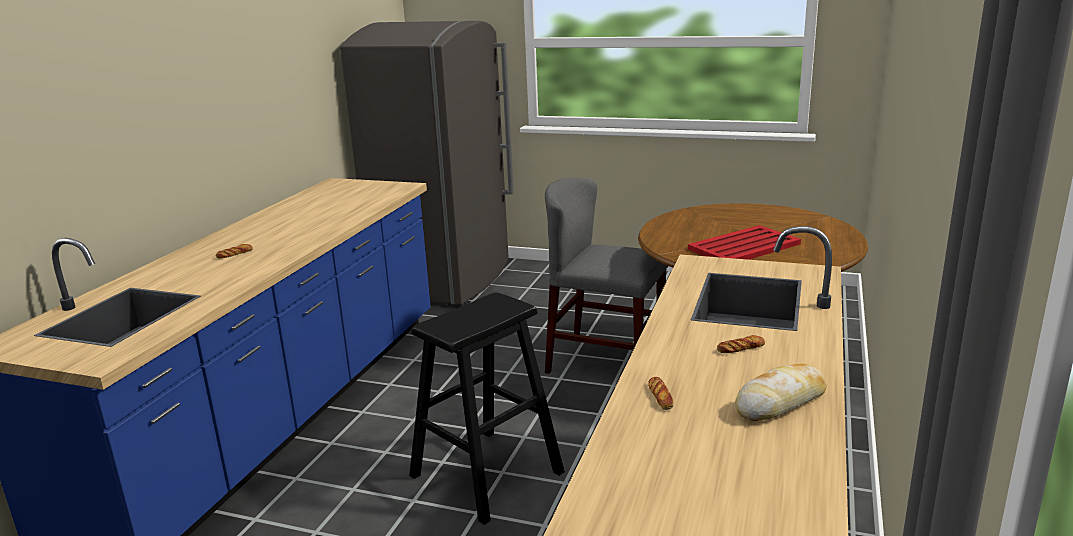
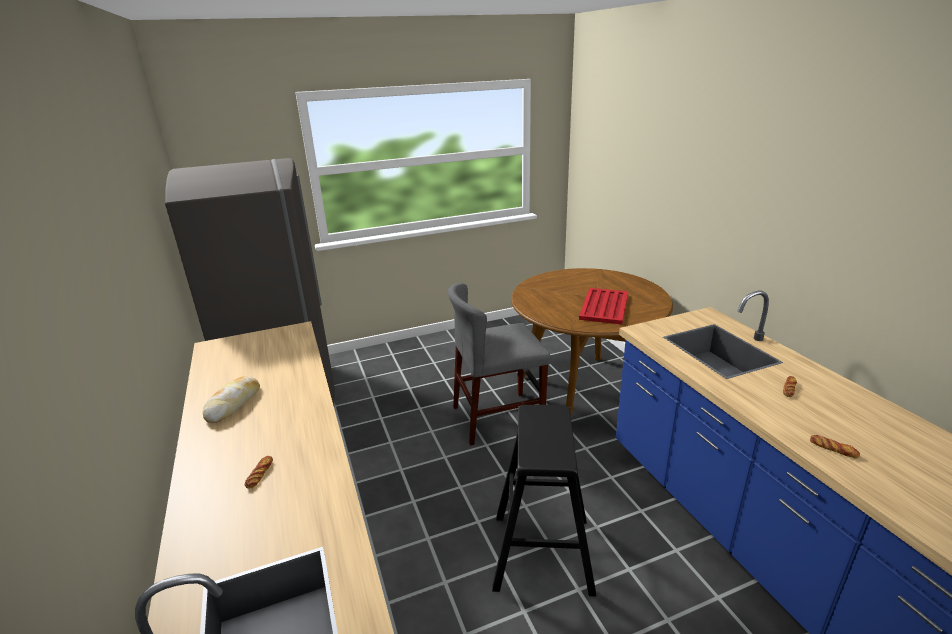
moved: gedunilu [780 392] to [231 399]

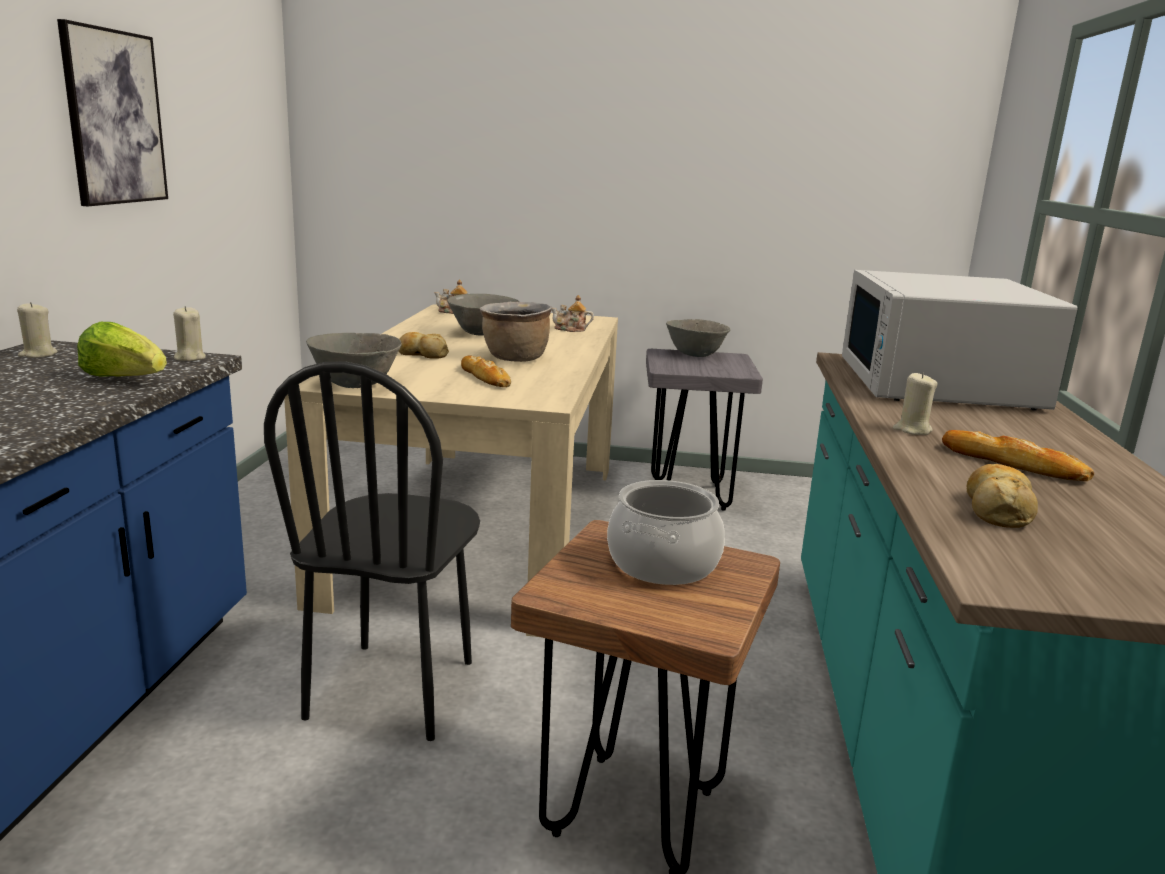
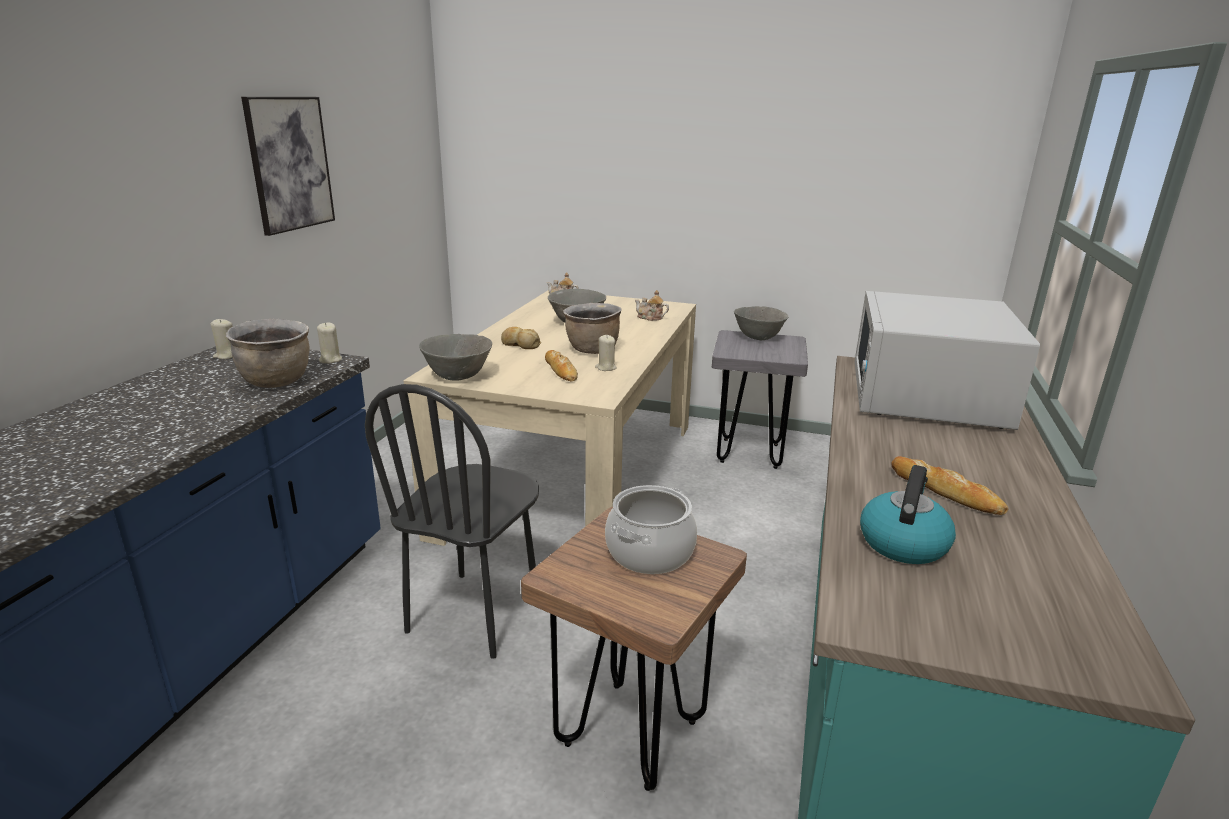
moved: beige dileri [915 403] to [606 353]
replaced: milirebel [122 349] to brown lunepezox [267 353]; gedunilu [1002 496] to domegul [908 514]

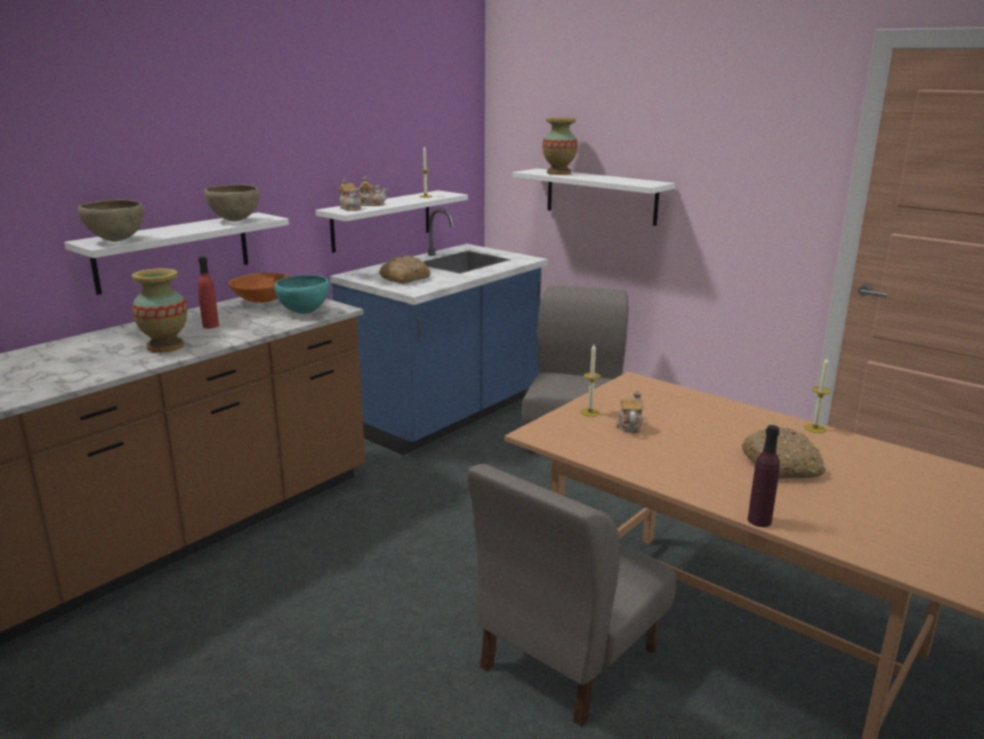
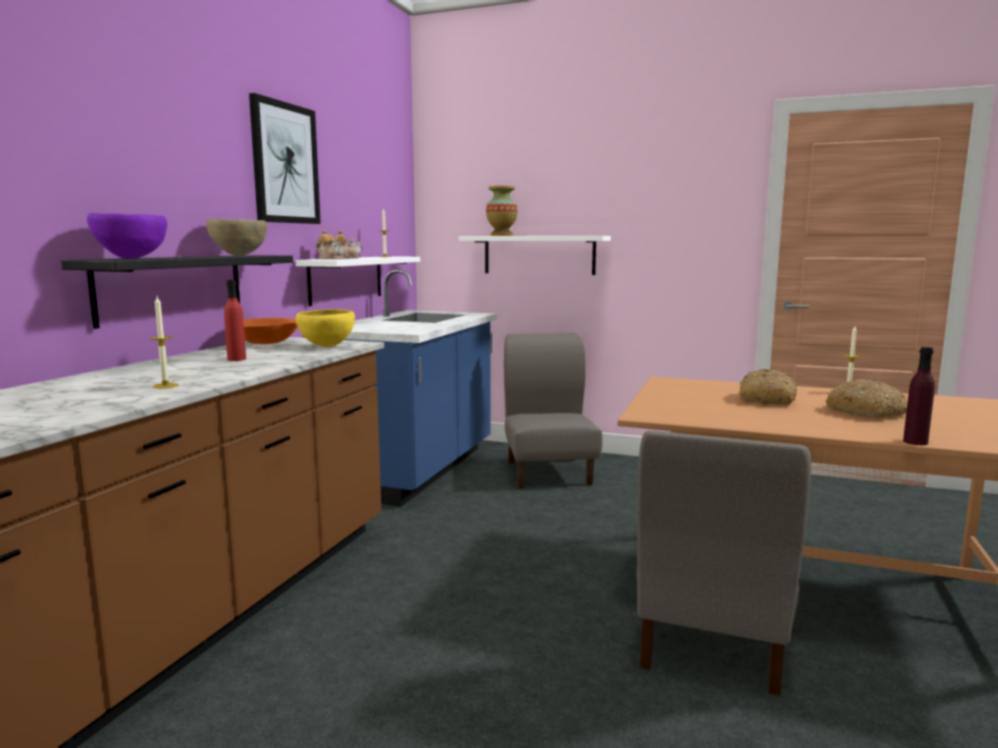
removed: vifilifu [159 310]; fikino [629 412]
added: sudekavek [285 158]
moved: gedunilu [404 270] to [768 387]; dileri [590 381] to [164 343]
recoloured: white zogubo [176 253] to black zogubo [177 292]; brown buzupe [111 220] to purple buzupe [127 236]; turquoise buzupe [302 294] to yellow buzupe [325 328]

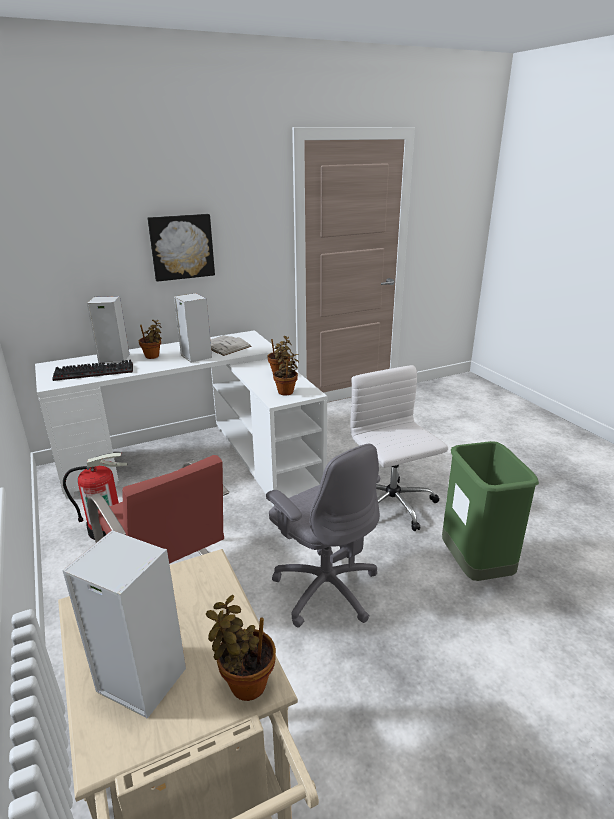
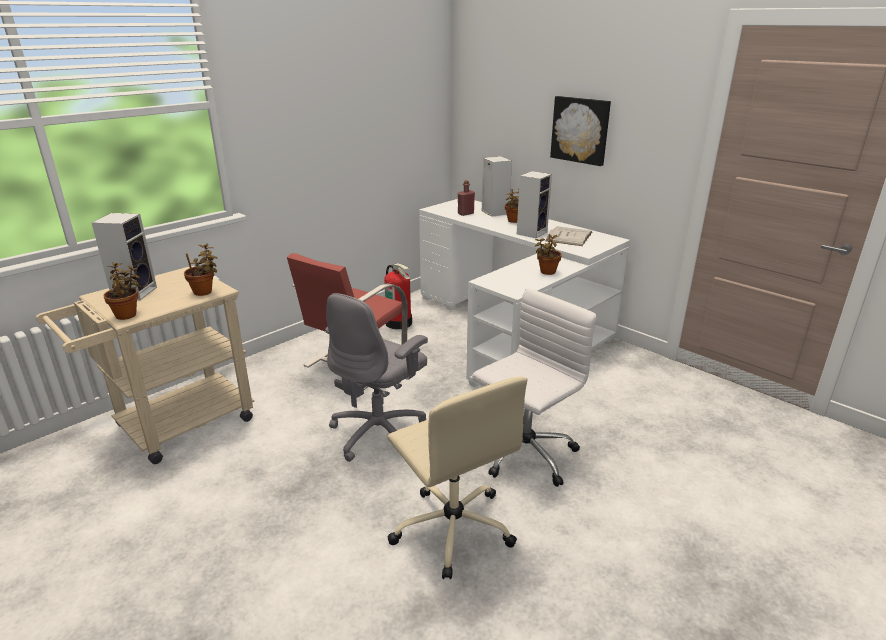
moved: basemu [286 372] to [200 270]
replaced: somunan [92 370] to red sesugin [466 198]; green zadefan [490 511] to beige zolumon [458 478]

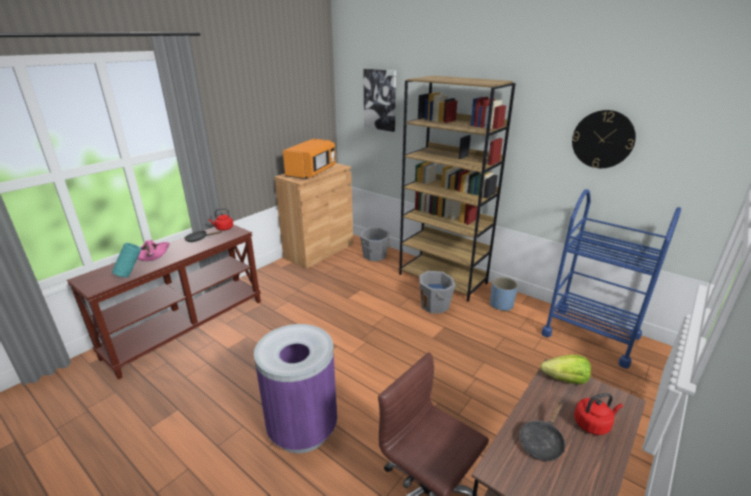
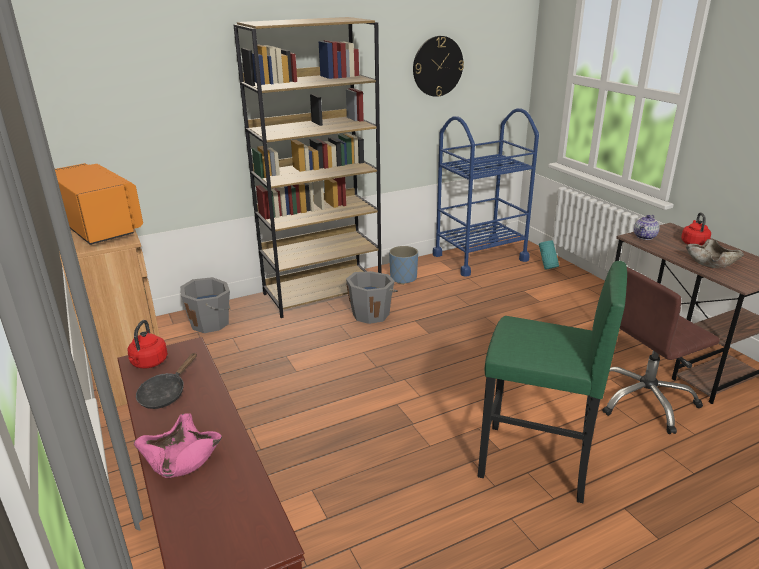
removed: sudekavek [379 100]
moved: turquoise vifilifu [126 260] to [549 255]
replaced: purple zadefan [295 388] to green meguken [552 382]; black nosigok [542 431] to beige buzupe [715 253]; milirebel [565 369] to fikino [647 227]

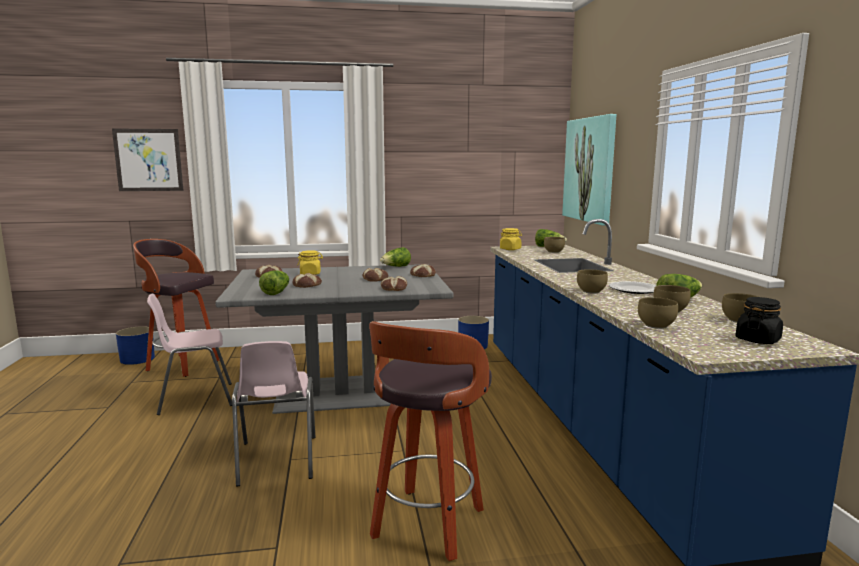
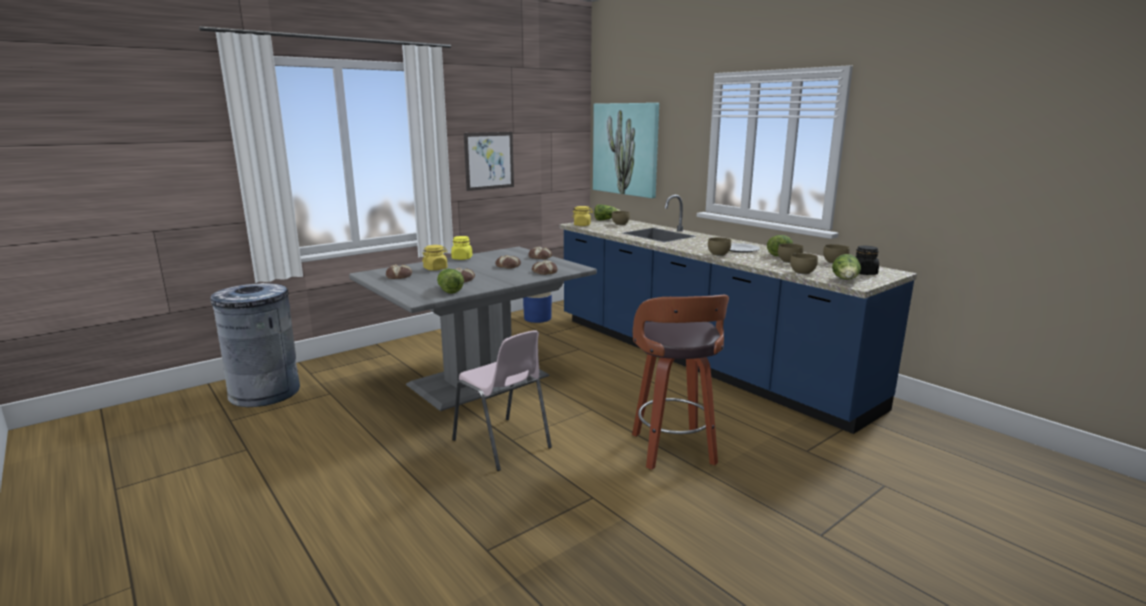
removed: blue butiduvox [135 345]; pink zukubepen [189 354]
added: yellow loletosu [461 248]
moved: sudekavek [148 159] to [489 161]; milirebel [395 257] to [846 267]
replaced: meguken [176 308] to grey zadefan [255 345]

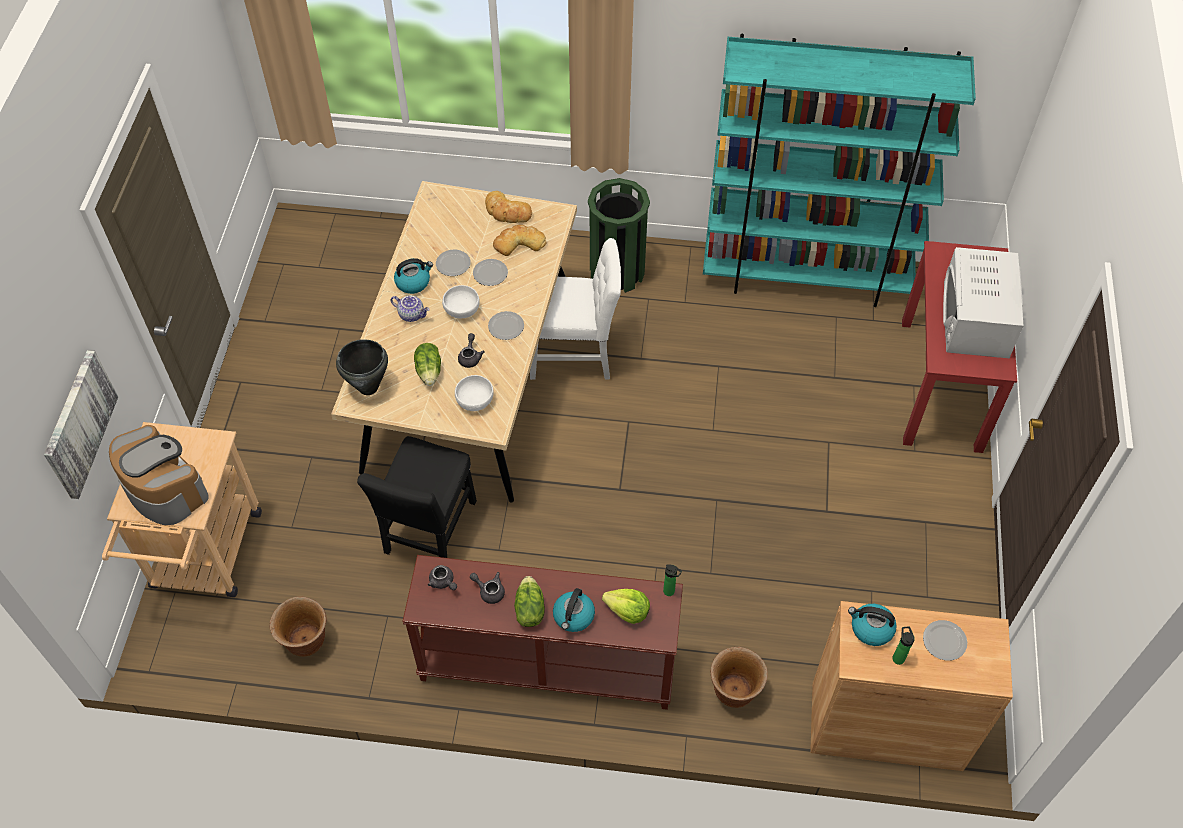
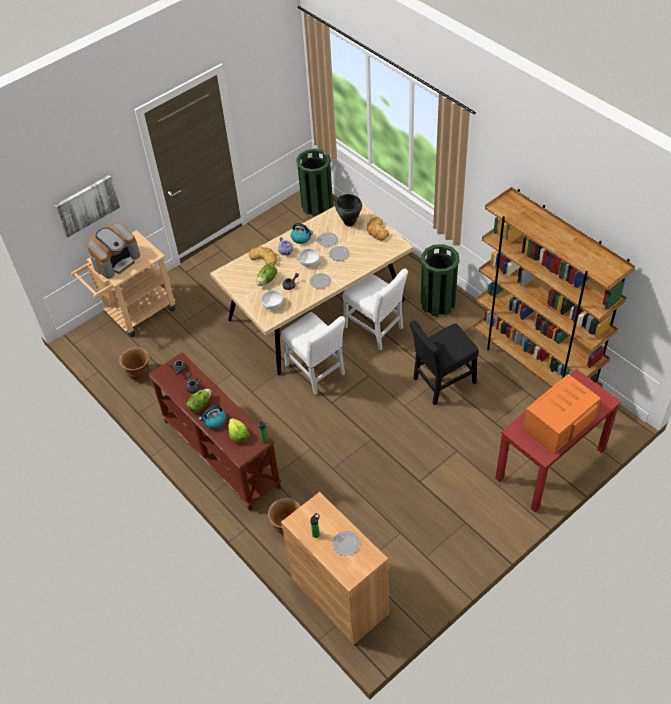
removed: domegul [872 625]
added: white zukubepen [313 353]; green zadefan [314 183]
moved: black lunepezox [362 367] to [348 210]; black zukubepen [417 497] to [444 363]; gedunilu [519 240] to [263 256]
recoloured: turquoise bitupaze [839 170] to brown bitupaze [554 287]; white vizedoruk [983 302] to orange vizedoruk [562 414]
turned: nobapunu [159 475] = [113 251] 45 degrees clockwise

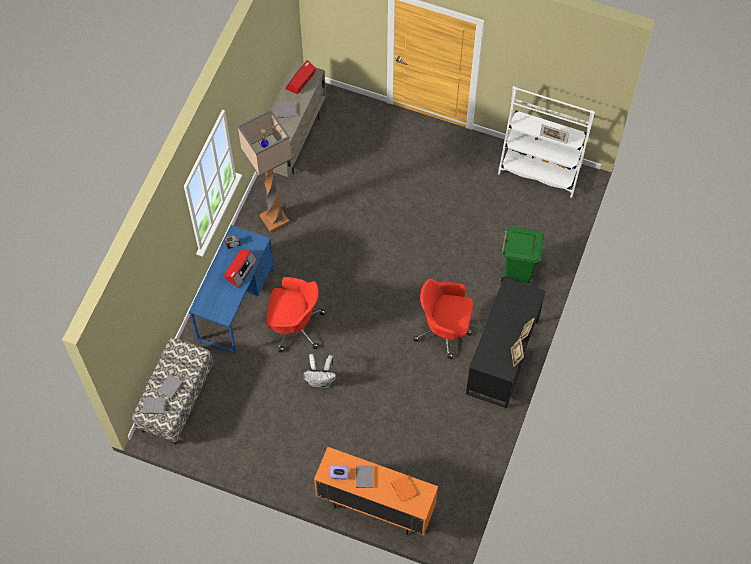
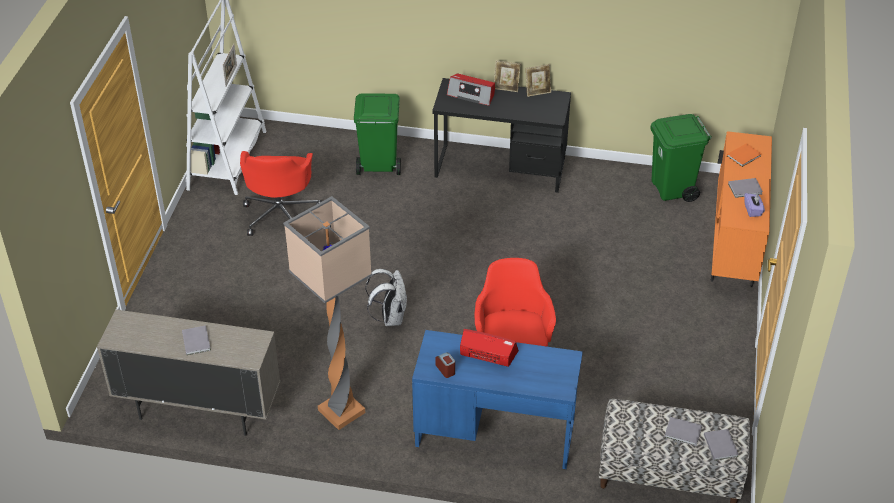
added: green zadefan [681 158]
moved: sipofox [300 77] to [471 89]; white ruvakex [320 371] to [386 297]; red zolumon [443 319] to [281 193]

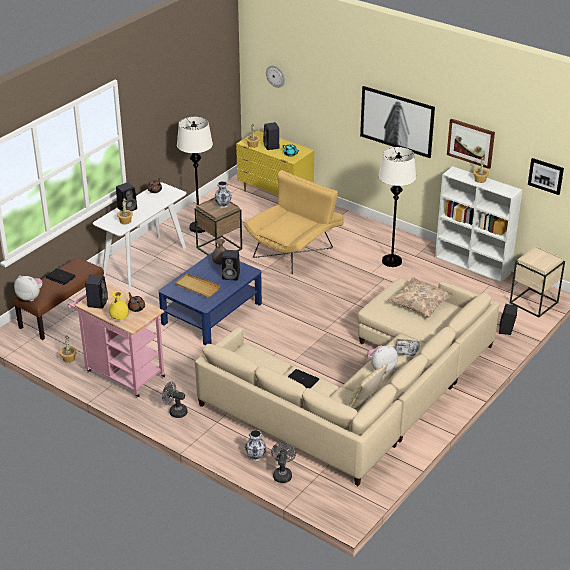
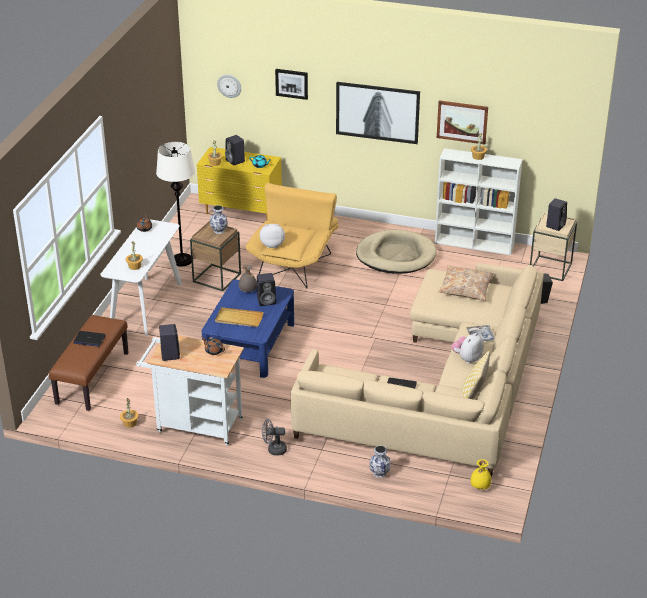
removed: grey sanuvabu [283 462]
moved: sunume [28 288] to [272 236]; yellow vifilifu [119 305] to [481 474]; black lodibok [126 196] to [556 214]; sudekavek [546 176] to [291 84]
replaced: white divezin [397 207] to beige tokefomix [396 252]
recoloured: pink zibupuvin [116 341] to white zibupuvin [190 391]

